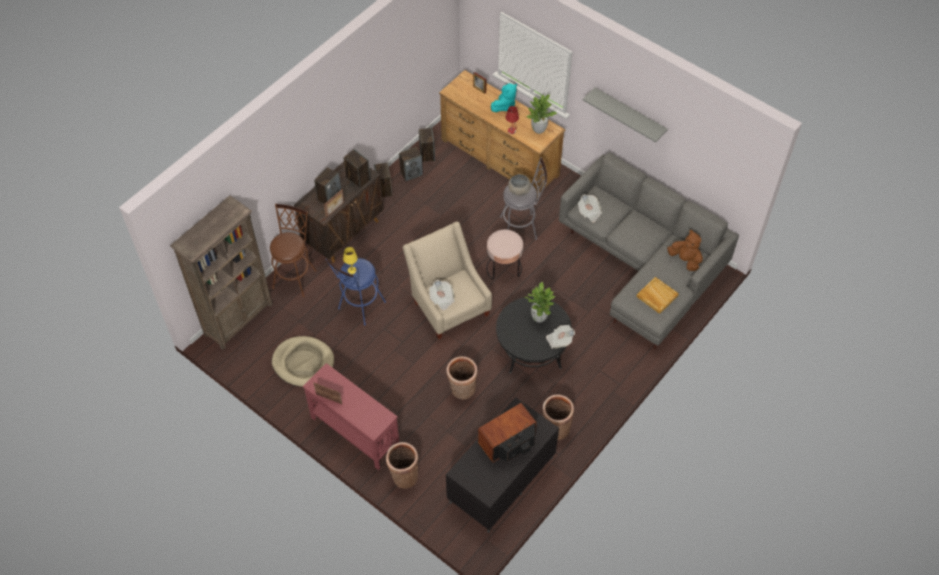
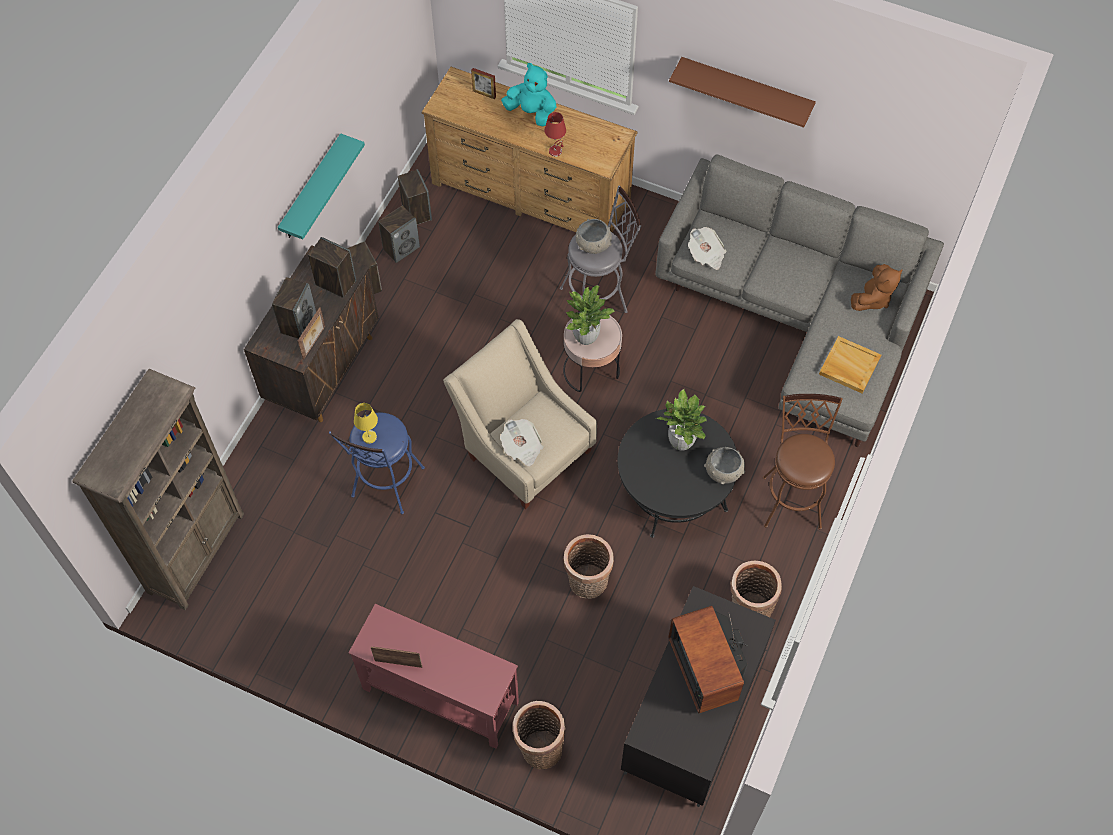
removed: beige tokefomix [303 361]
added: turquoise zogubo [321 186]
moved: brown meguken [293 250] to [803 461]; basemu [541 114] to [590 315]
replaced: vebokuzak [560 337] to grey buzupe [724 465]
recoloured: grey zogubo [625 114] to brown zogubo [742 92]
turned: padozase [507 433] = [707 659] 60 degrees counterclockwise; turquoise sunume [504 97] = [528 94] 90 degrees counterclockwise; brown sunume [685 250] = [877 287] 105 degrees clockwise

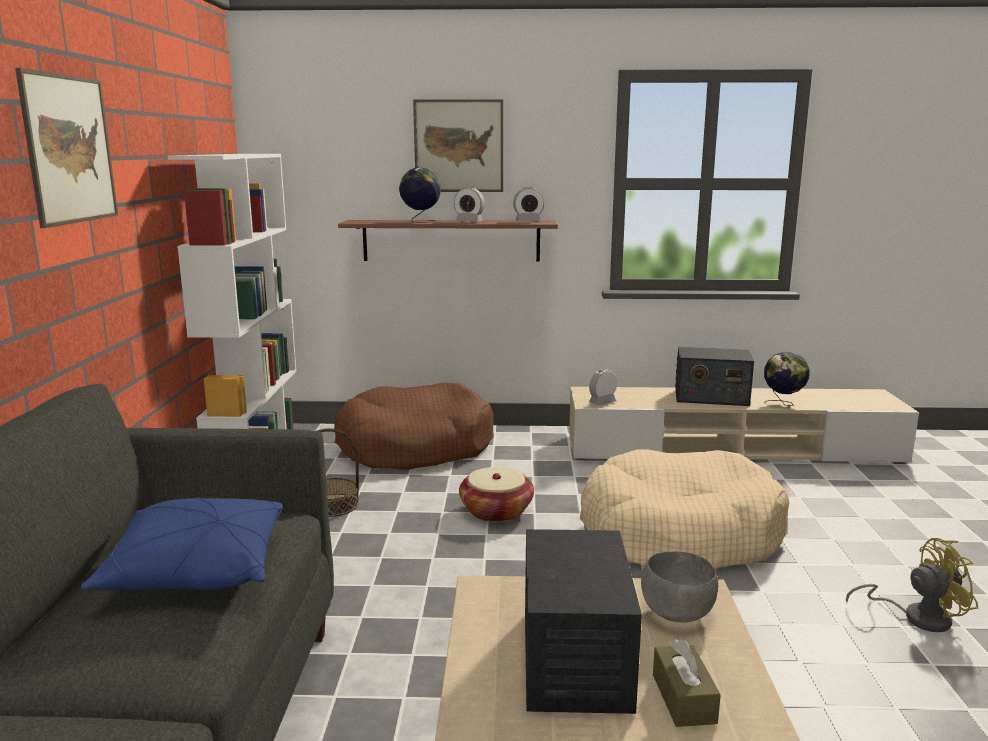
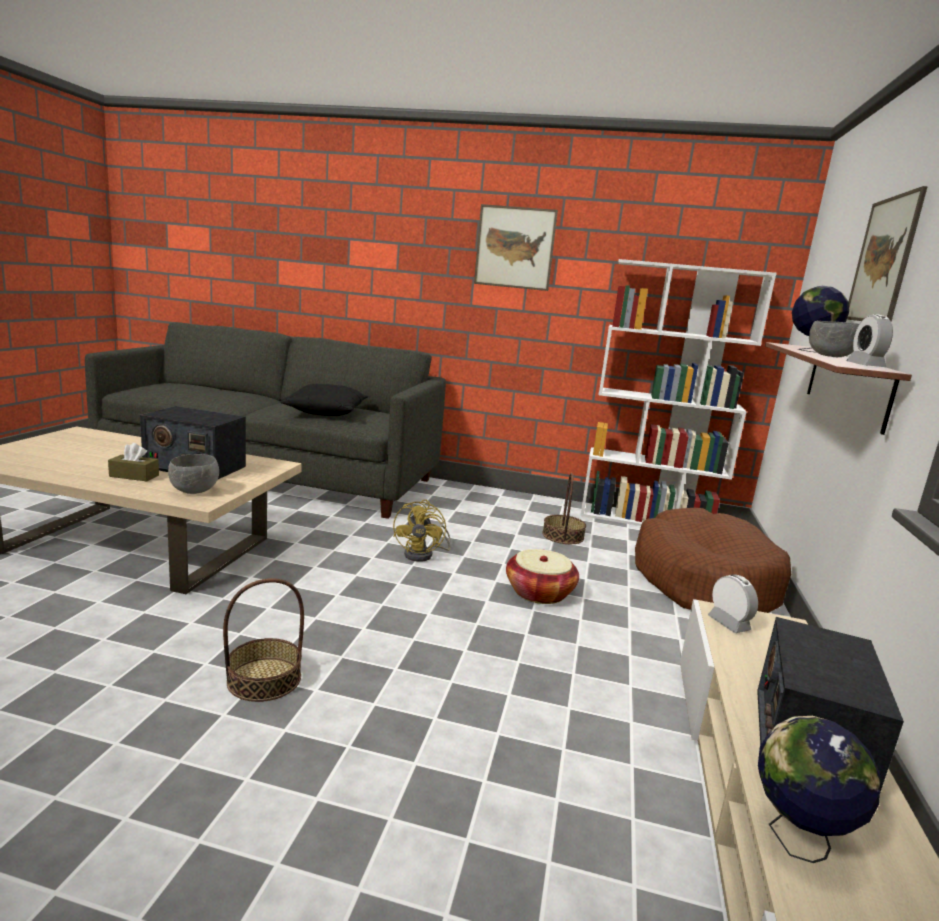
removed: beige tokefomix [685 508]
added: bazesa [263 640]
moved: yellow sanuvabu [912 585] to [422 531]
replaced: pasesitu [469 204] to grey buzupe [834 339]
recoloured: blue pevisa [182 544] to black pevisa [324 400]

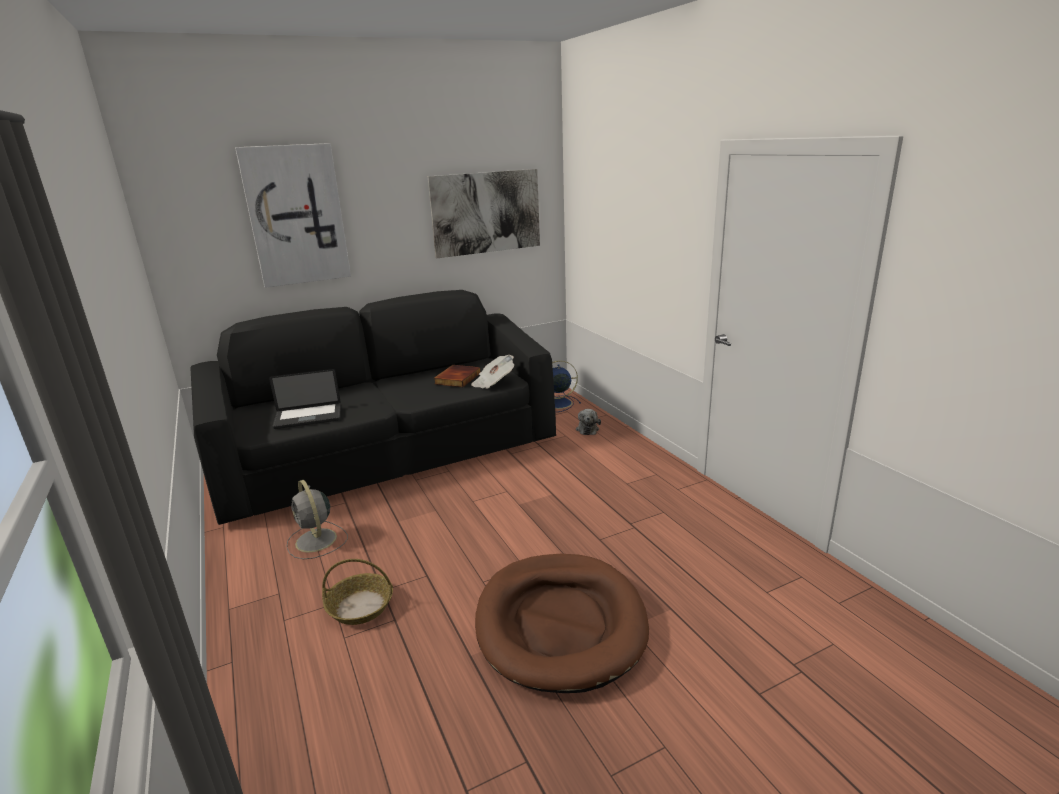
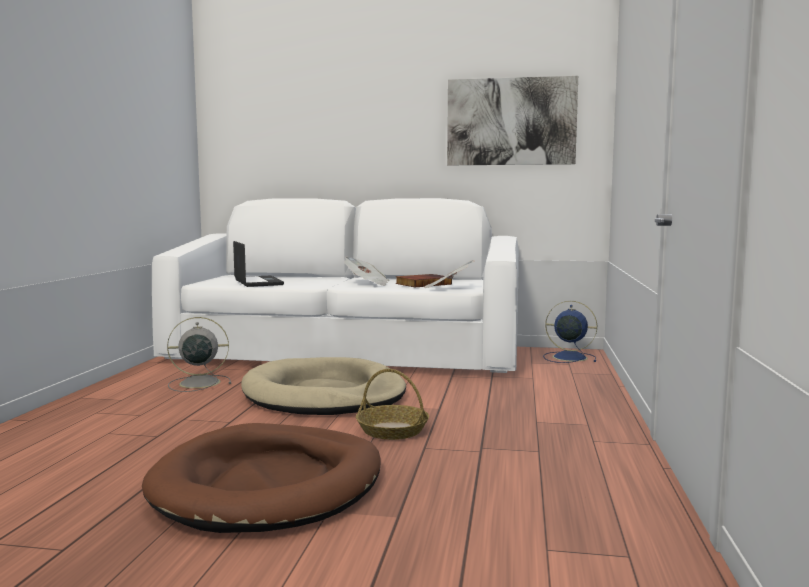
removed: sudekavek [293 215]; sunume [588 422]
added: beige tokefomix [323 386]; vebokuzak [366 271]
moved: bazesa [357 592] to [392 404]
recoloured: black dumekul [373 407] to white dumekul [335 285]
turned: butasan [305 399] = [258 264] 135 degrees counterclockwise; grey sanuvabu [317 519] = [199 354] 75 degrees clockwise

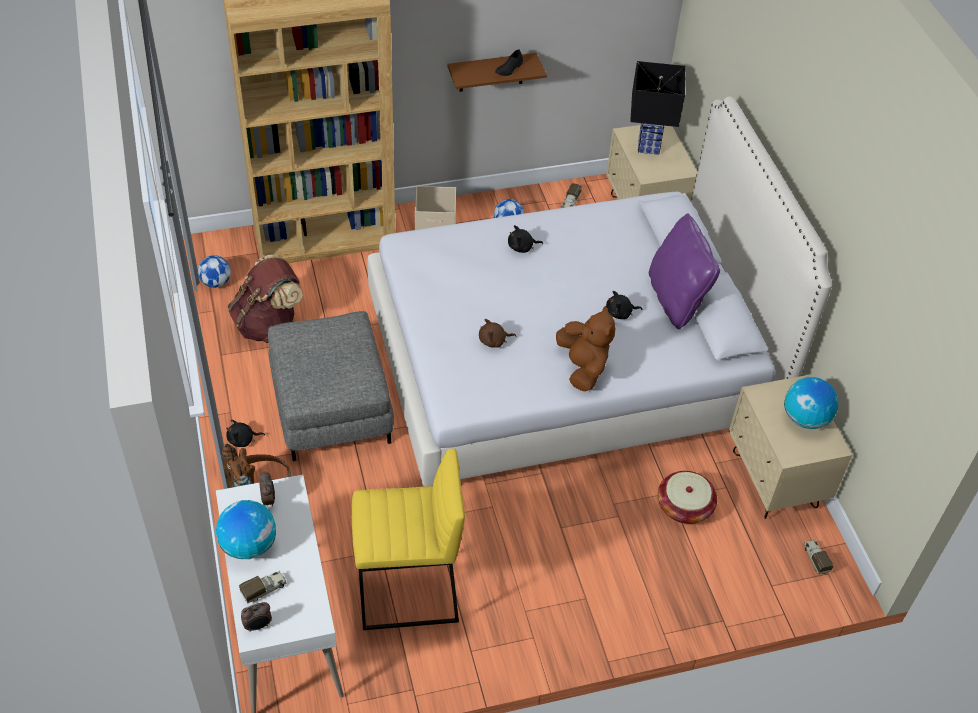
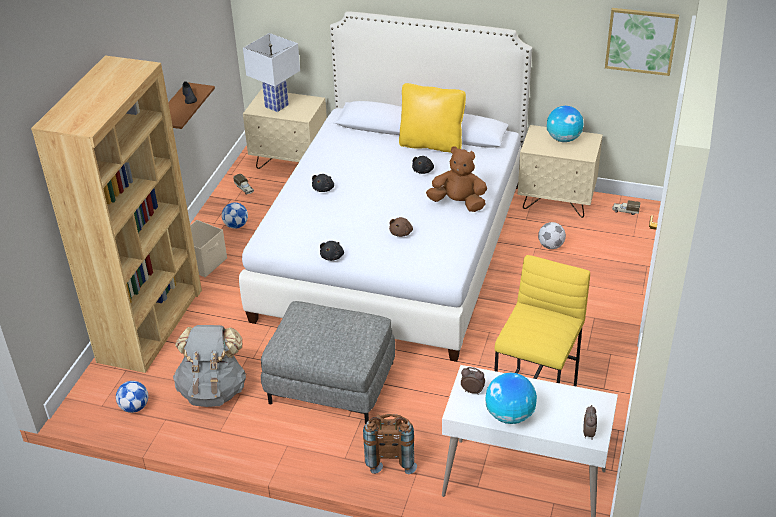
removed: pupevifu [262 587]
added: sudekavek [642 42]
moved: black sunume [245 433] to [332 251]
replaced: bazesa [688 497] to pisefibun [552 235]
recoloured: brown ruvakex [265 298] to grey ruvakex [210 366]; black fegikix [657 108] to white fegikix [271 72]; purple pevisa [684 271] to yellow pevisa [432 118]

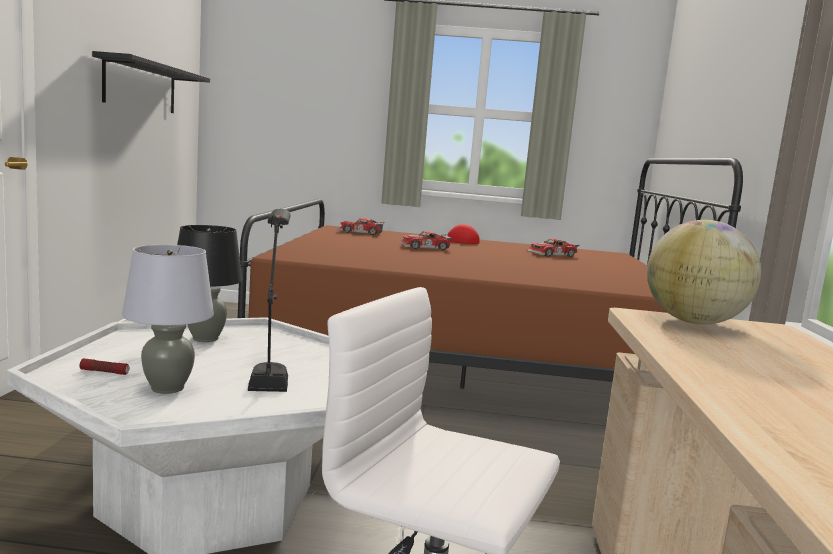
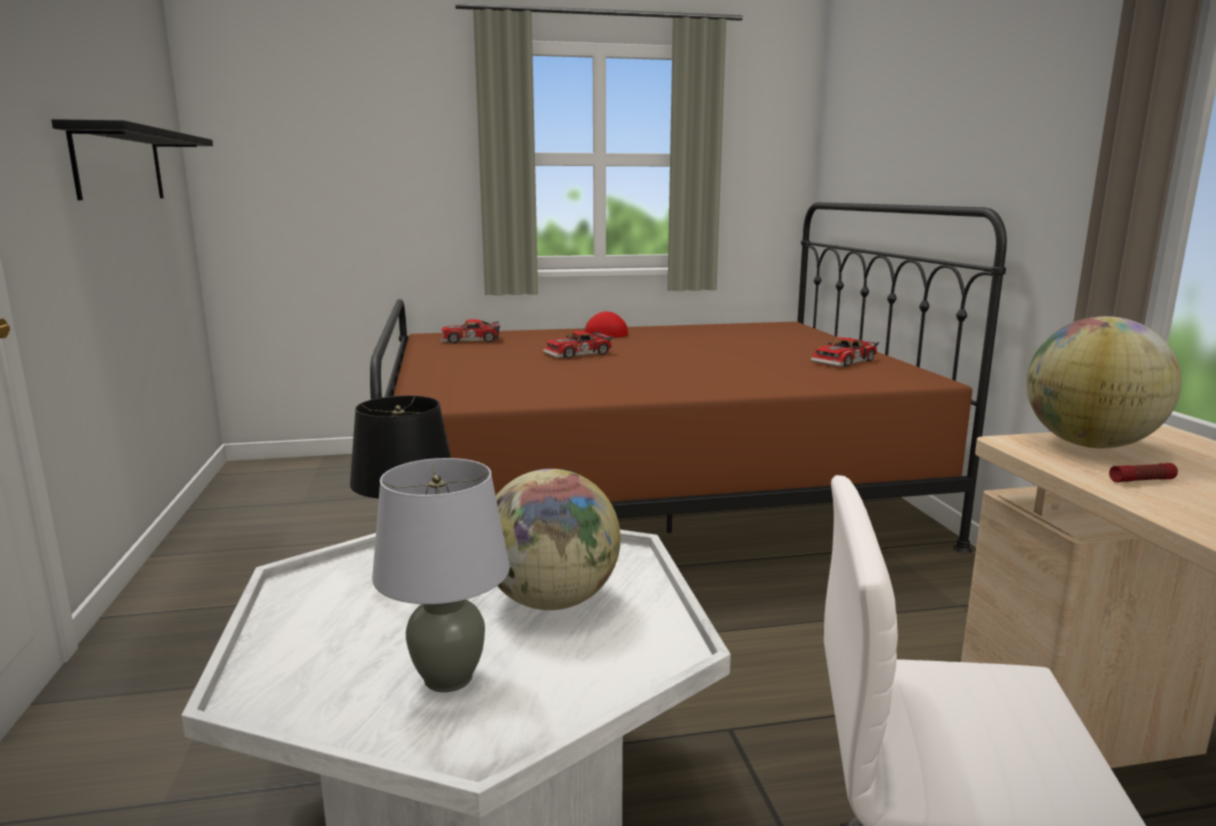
moved: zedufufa [104 366] to [1143 472]; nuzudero [553 248] to [844 352]
replaced: black fegikix [269 300] to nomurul [558 539]

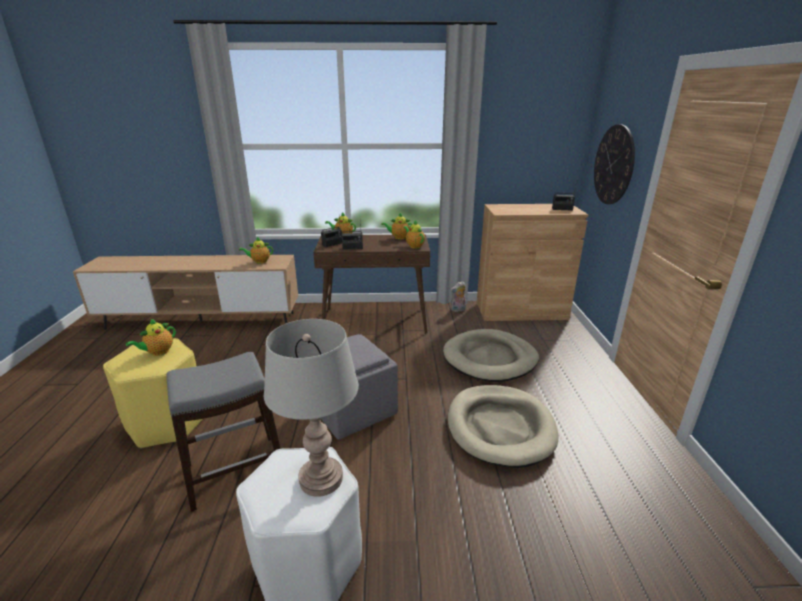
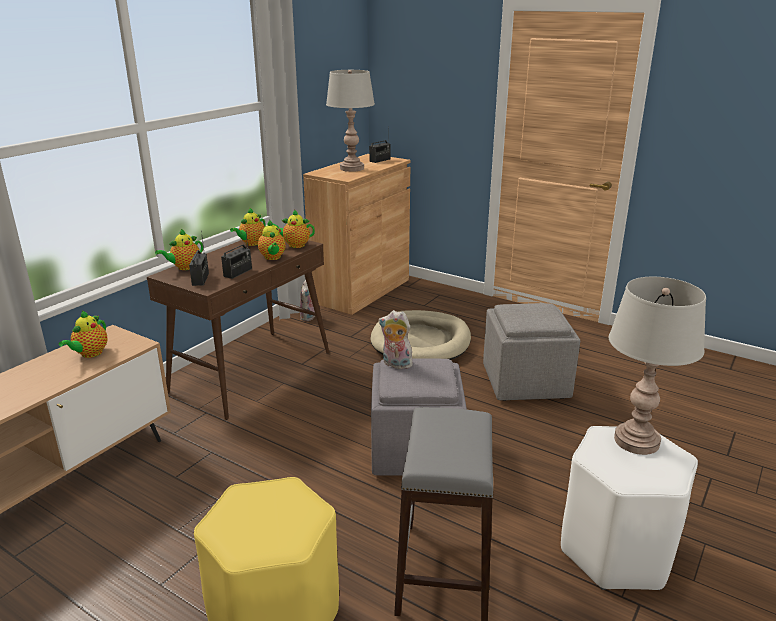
removed: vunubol [614 164]
added: grey fegikix [350 121]; sunume [396 339]
moved: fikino [151 337] to [272 240]
replaced: beige tokefomix [503 426] to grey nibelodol [531 352]

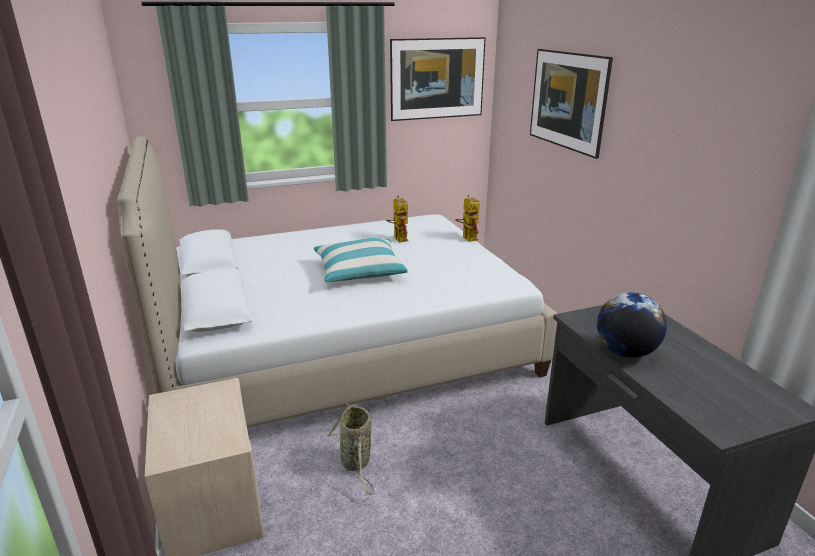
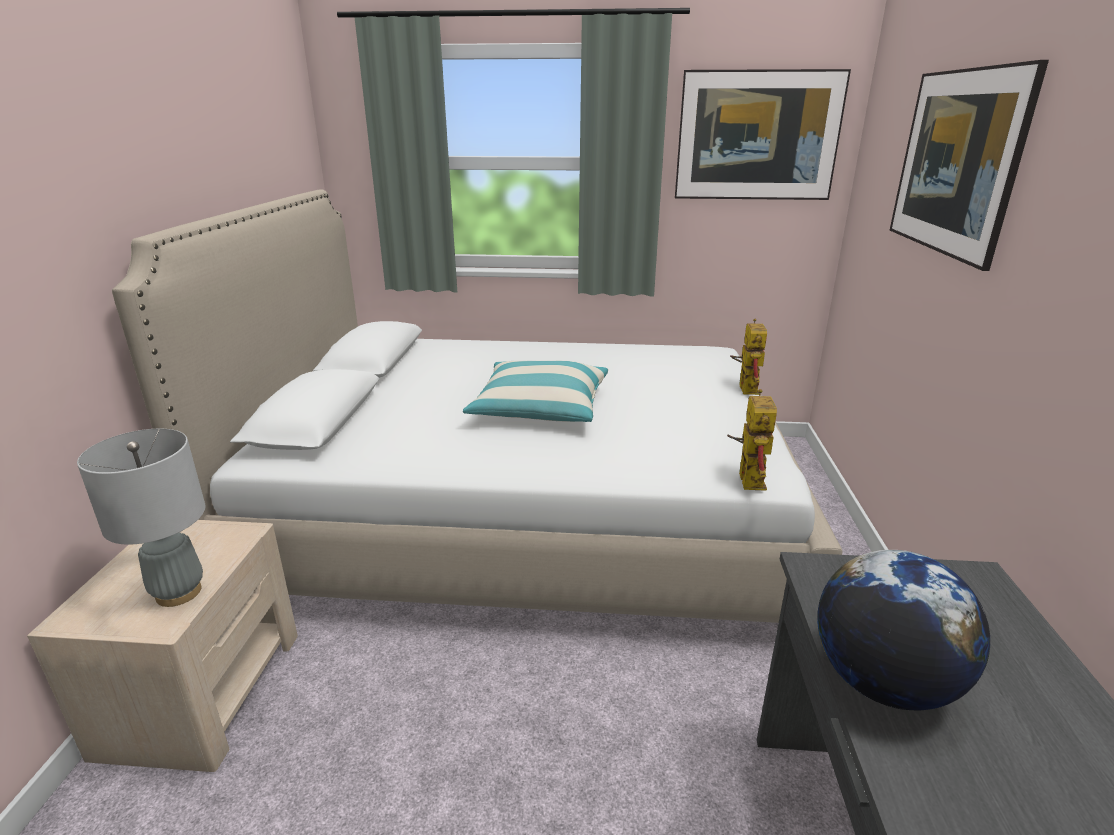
removed: bazesa [351 449]
added: grey fegikix [141 518]
moved: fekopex [397 219] to [752 440]

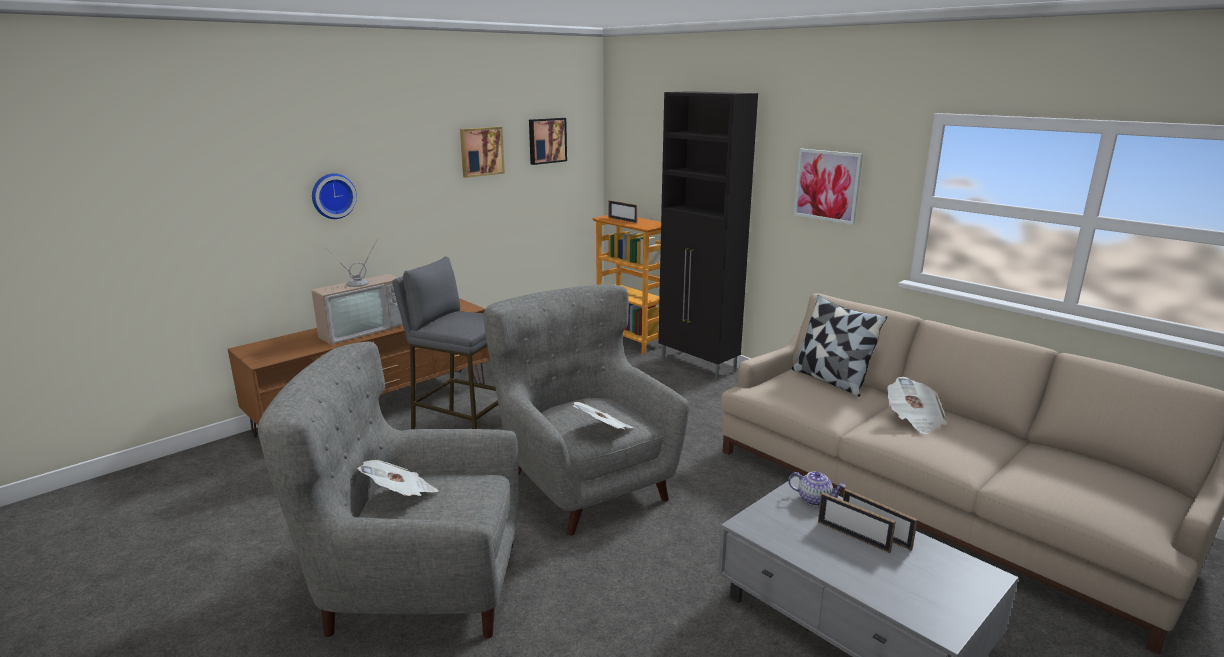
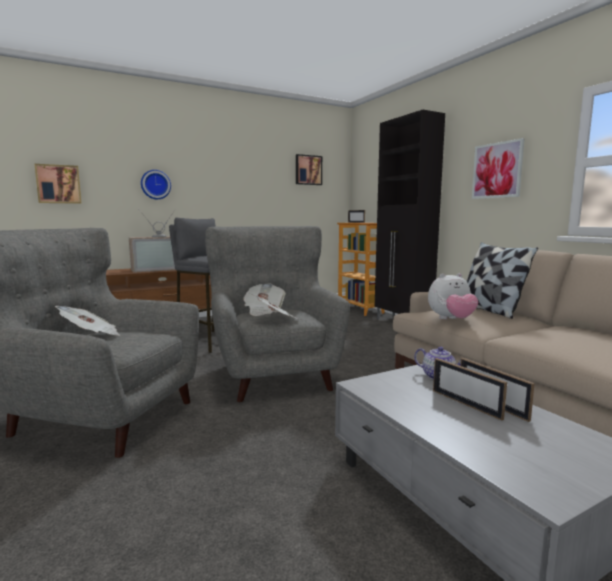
added: sunume [453 296]
moved: sudekavek [482 152] to [58 184]; vebokuzak [917 405] to [264 299]

